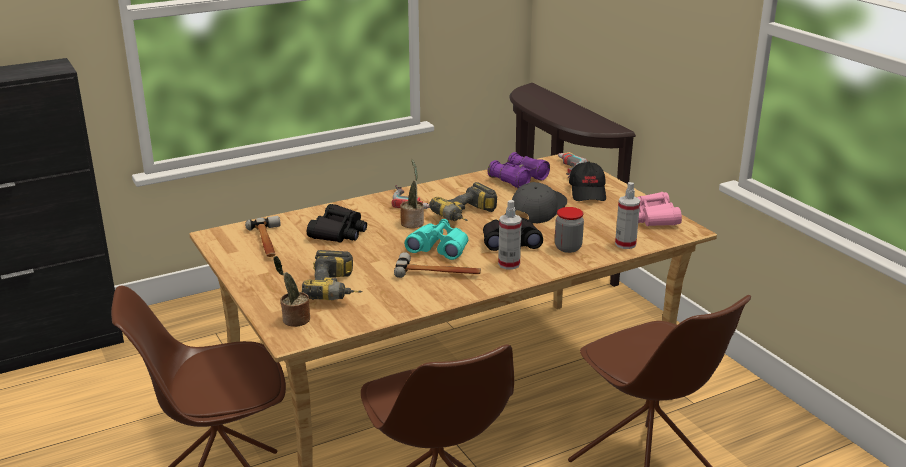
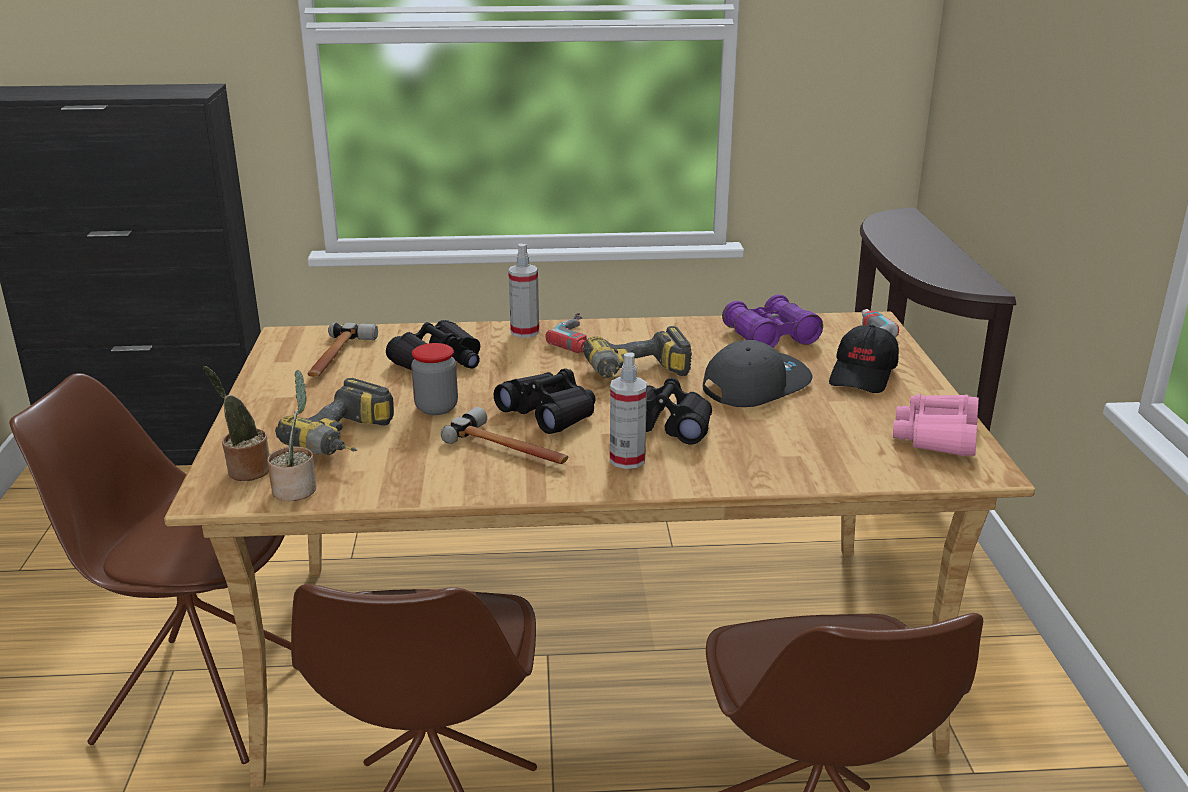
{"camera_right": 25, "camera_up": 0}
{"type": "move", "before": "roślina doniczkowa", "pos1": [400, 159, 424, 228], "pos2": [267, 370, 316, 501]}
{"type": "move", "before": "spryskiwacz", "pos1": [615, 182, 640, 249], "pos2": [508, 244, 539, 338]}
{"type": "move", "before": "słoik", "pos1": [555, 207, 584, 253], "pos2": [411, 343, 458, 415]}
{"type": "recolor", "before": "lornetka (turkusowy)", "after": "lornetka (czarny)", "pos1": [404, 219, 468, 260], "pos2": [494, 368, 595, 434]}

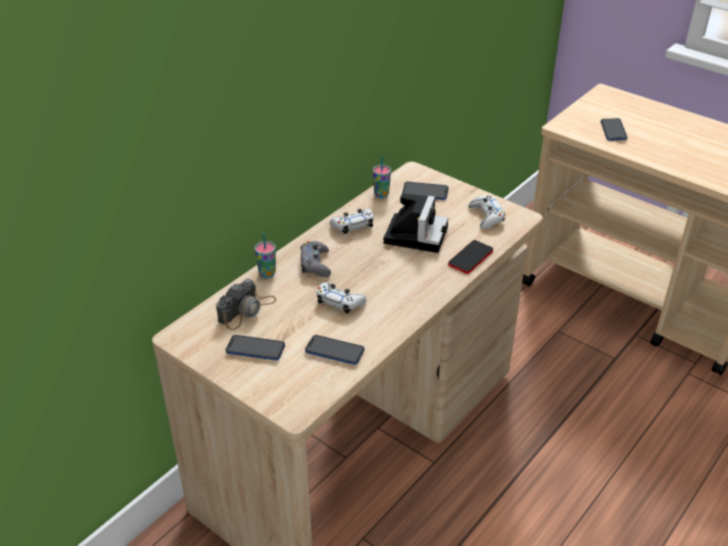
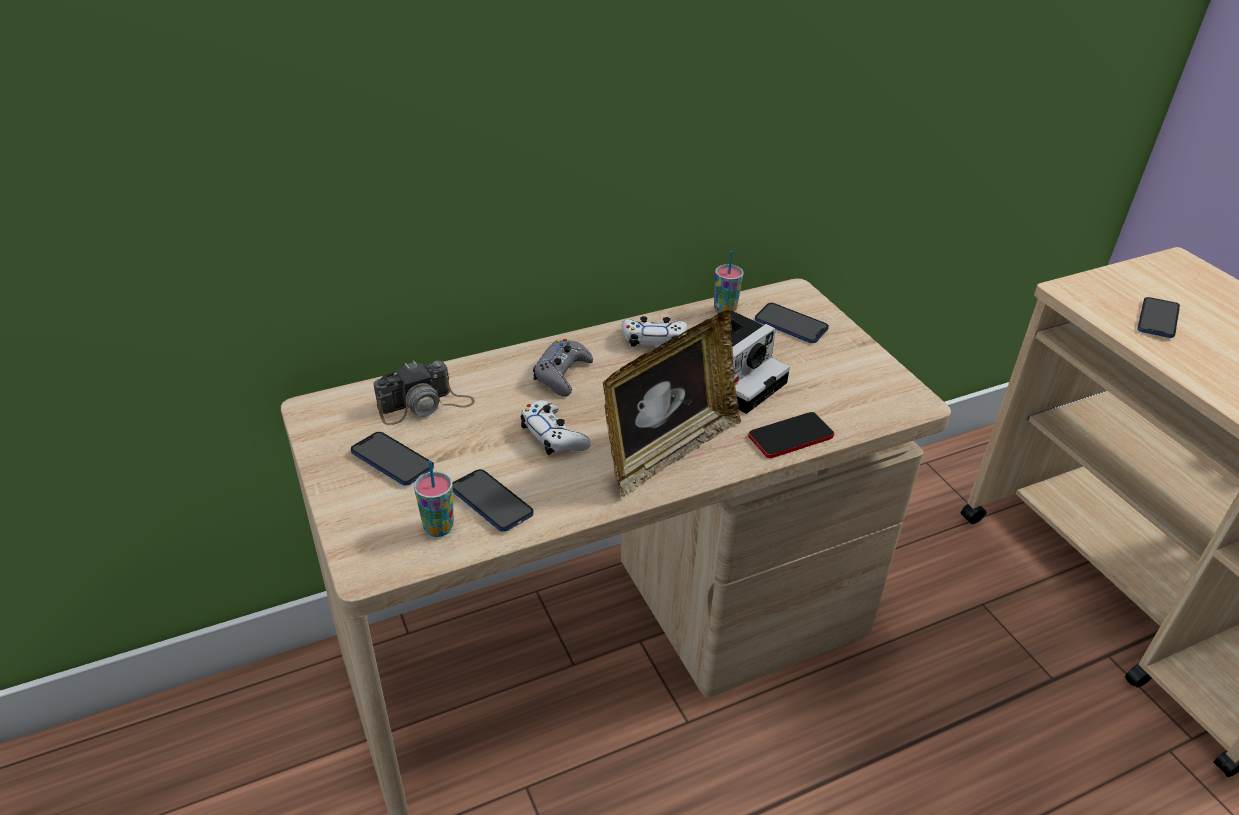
{"camera_right": 25, "camera_up": 0}
{"type": "delete", "before": "pad do gier (biały)", "pos1": [469, 196, 505, 229]}
{"type": "move", "before": "filiżanka", "pos1": [255, 233, 276, 278], "pos2": [414, 460, 454, 537]}
{"type": "insert", "after": "ramka na zdjęcie", "pos2": [603, 310, 741, 497]}

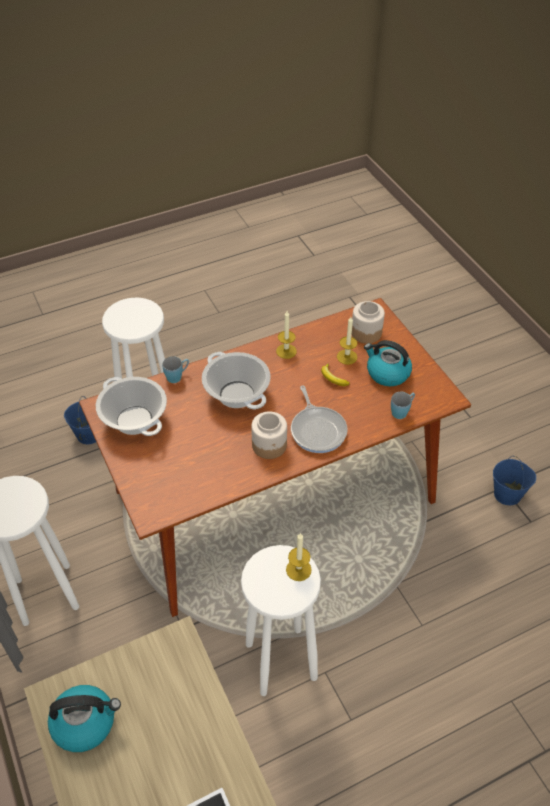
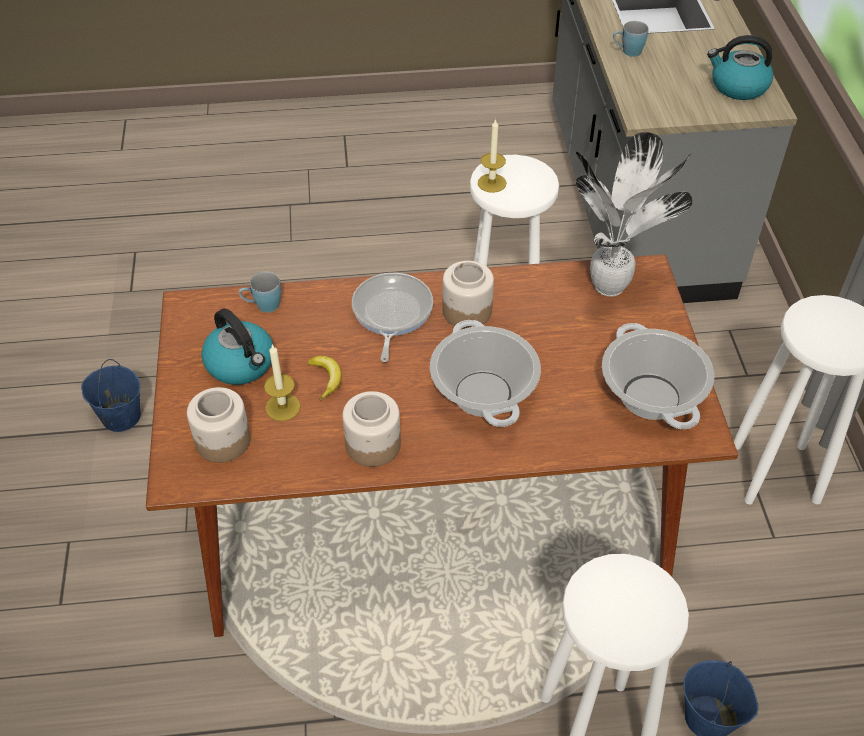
{"camera_right": -160, "camera_up": 0}
{"type": "replace", "before": "świeca", "after": "słoik", "pos1": [276, 311, 297, 359], "pos2": [343, 391, 401, 467]}
{"type": "move", "before": "kubek (niebieski)", "pos1": [162, 356, 189, 383], "pos2": [613, 21, 648, 57]}
{"type": "insert", "after": "roślina doniczkowa", "pos2": [576, 132, 693, 297]}

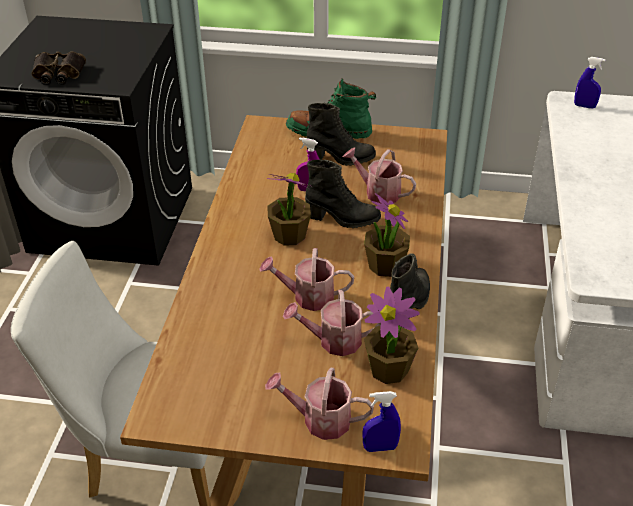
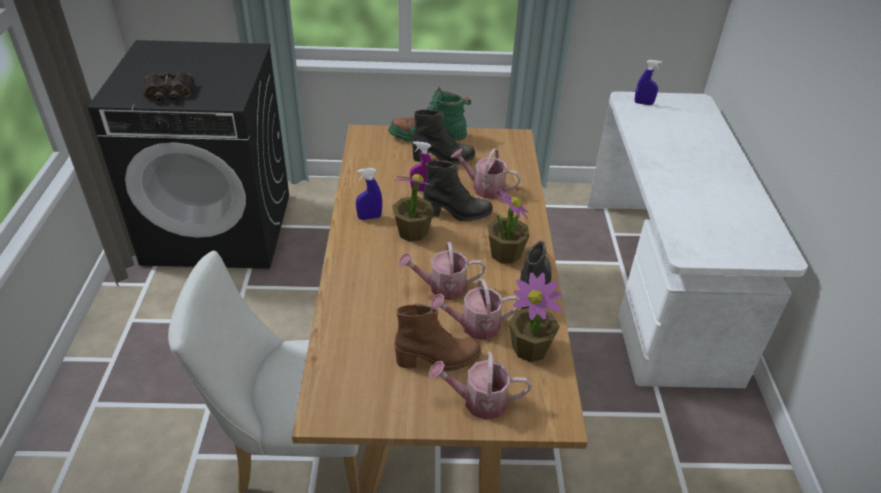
{"camera_right": -10, "camera_up": 0}
{"type": "move", "before": "spryskiwacz (niebieski)", "pos1": [362, 391, 401, 452], "pos2": [356, 168, 382, 220]}
{"type": "insert", "after": "but z cholewką (brązowy)", "pos2": [394, 303, 481, 371]}

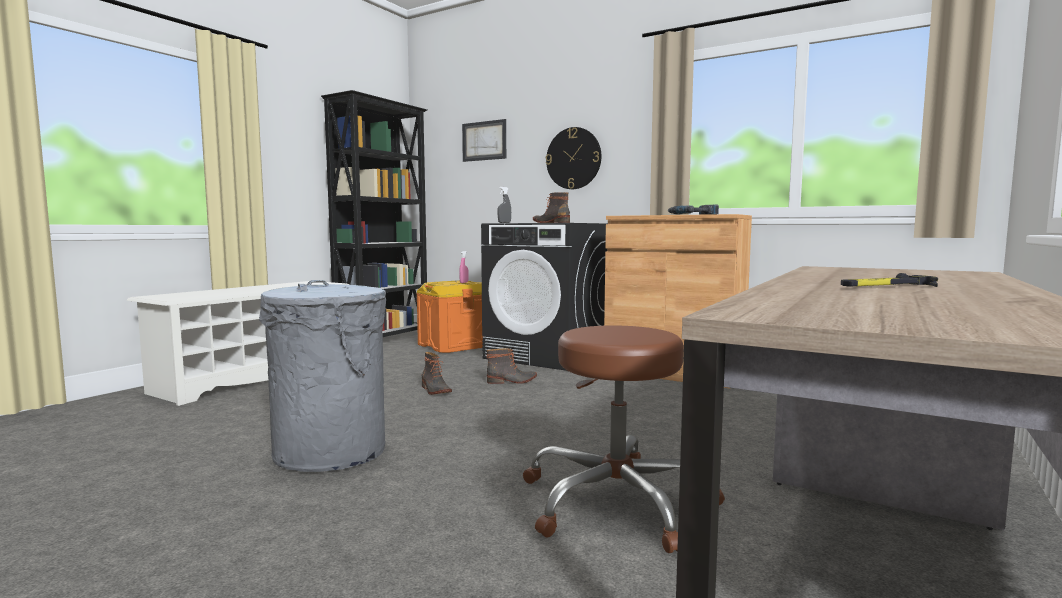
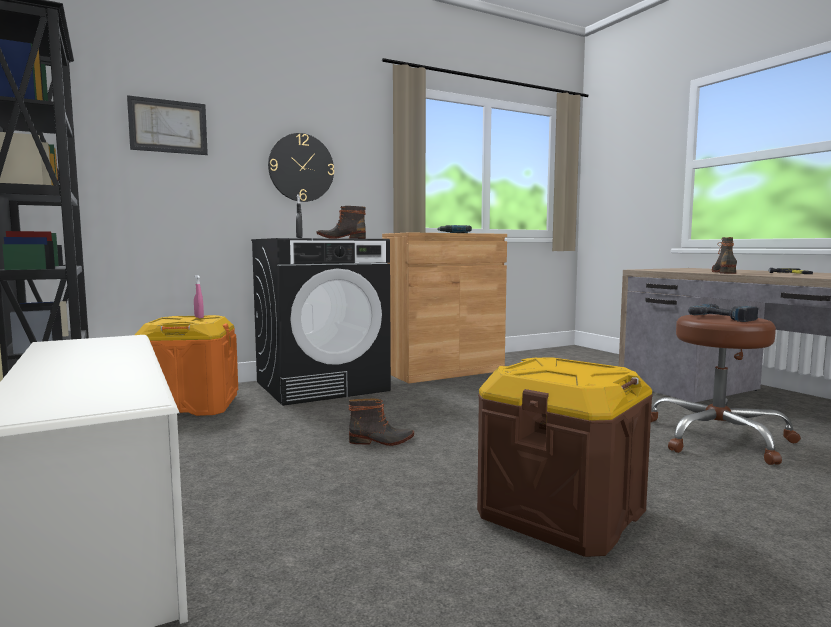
{"camera_right": -60, "camera_up": 0}
{"type": "replace", "before": "kosz na śmieci (szary)", "after": "pojemnik do przechowywania (brązowy)", "pos1": [259, 280, 386, 472], "pos2": [477, 357, 653, 557]}
{"type": "move", "before": "but z cholewką", "pos1": [487, 348, 537, 384], "pos2": [712, 237, 737, 274]}
{"type": "insert", "after": "wiertarka", "pos2": [688, 304, 759, 322]}

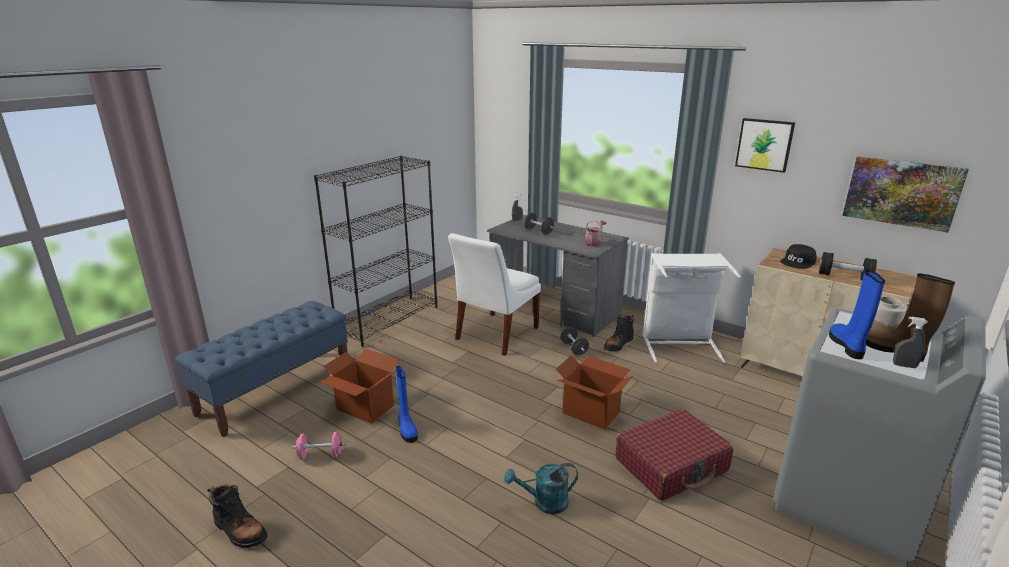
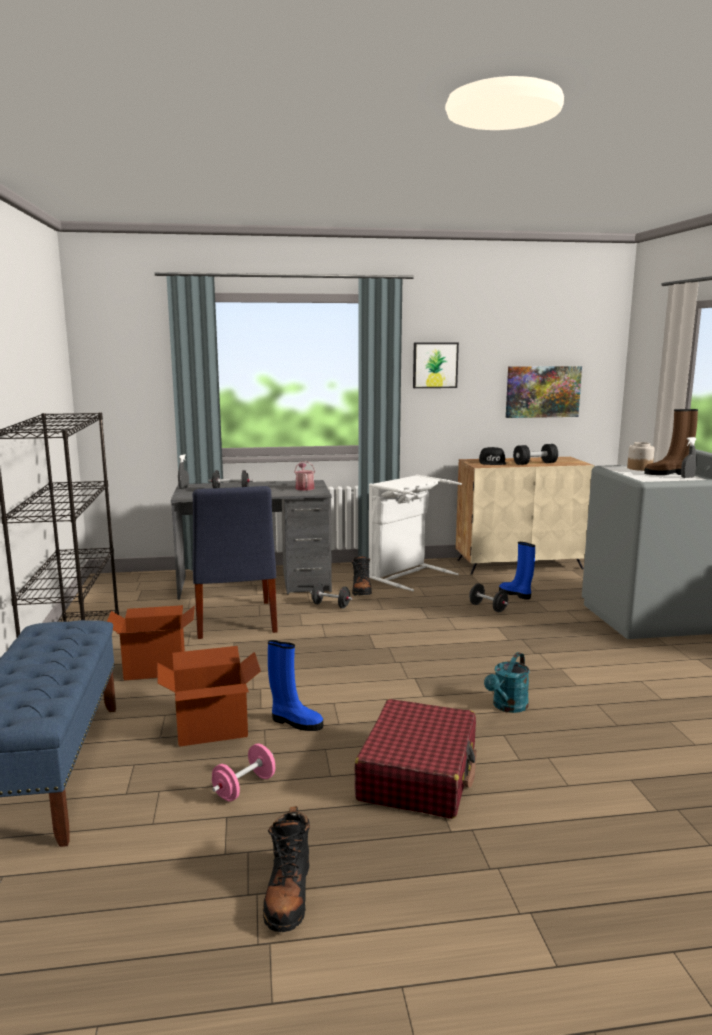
{"camera_right": -45, "camera_up": -10}
{"type": "recolor", "before": "krzesło (biały)", "after": "krzesło (niebieski)", "pos1": [448, 233, 541, 356], "pos2": [193, 486, 278, 639]}
{"type": "move", "before": "but z cholewką (niebieski)", "pos1": [829, 270, 885, 359], "pos2": [499, 542, 535, 600]}
{"type": "move", "before": "karton", "pos1": [556, 355, 633, 430], "pos2": [107, 605, 195, 680]}
{"type": "move", "before": "walizka (czerwony)", "pos1": [615, 409, 733, 501], "pos2": [355, 699, 476, 819]}
{"type": "rotate", "before": "but z cholewką (czarny)", "pos1": [208, 485, 268, 548], "pos2": [263, 806, 310, 932], "turn": 105}
{"type": "insert", "after": "hantel (czarny)", "pos2": [469, 583, 509, 612]}

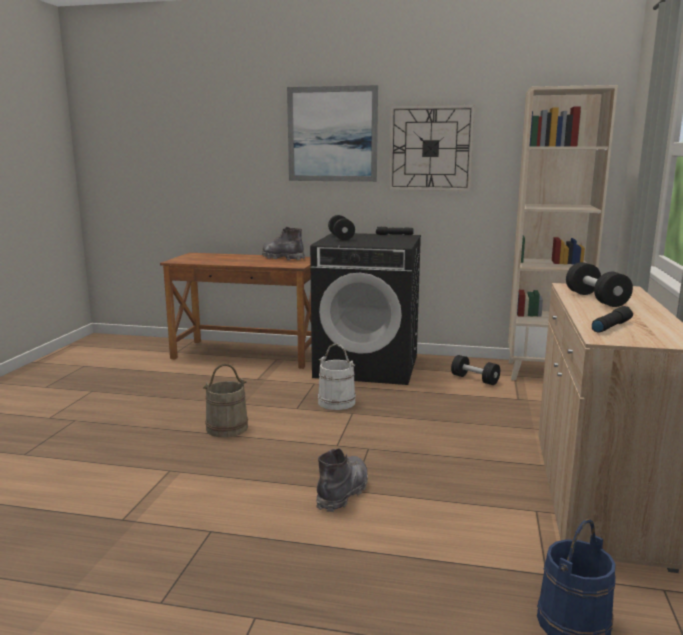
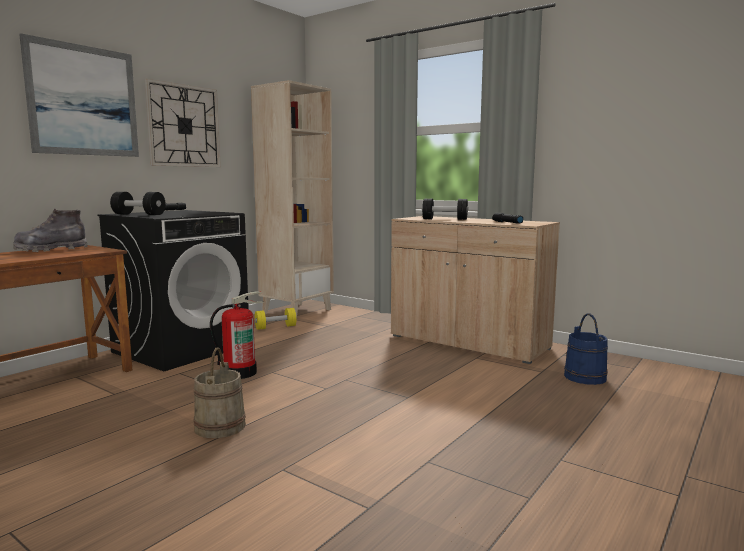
{"camera_right": -65, "camera_up": -5}
{"type": "replace", "before": "wiadro (biały)", "after": "gaśnica", "pos1": [318, 343, 356, 410], "pos2": [210, 291, 263, 379]}
{"type": "recolor", "before": "hantel (czarny)", "after": "hantel (żółty)", "pos1": [451, 355, 500, 385], "pos2": [255, 308, 296, 330]}
{"type": "delete", "before": "but z cholewką (szary)", "pos1": [316, 448, 368, 512]}

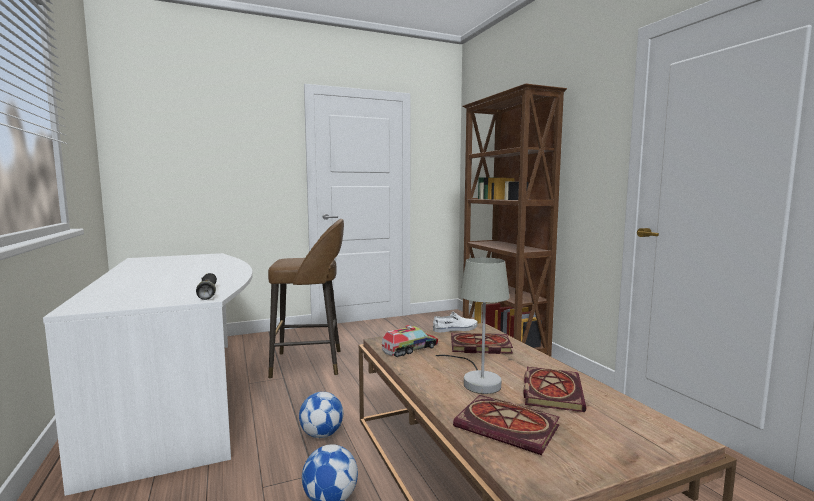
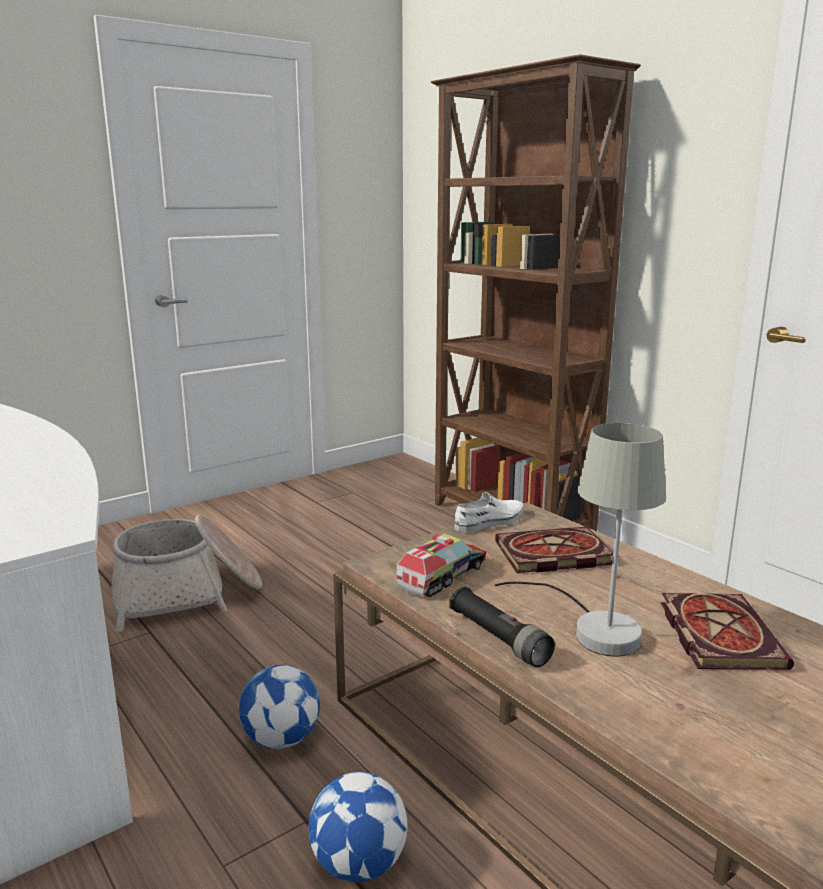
{"camera_right": -15, "camera_up": 10}
{"type": "replace", "before": "stołek (brązowy)", "after": "koszyk", "pos1": [268, 219, 344, 379], "pos2": [112, 515, 262, 632]}
{"type": "move", "before": "latarka (czarny)", "pos1": [196, 273, 217, 300], "pos2": [449, 587, 555, 667]}
{"type": "delete", "before": "książka", "pos1": [453, 395, 560, 455]}

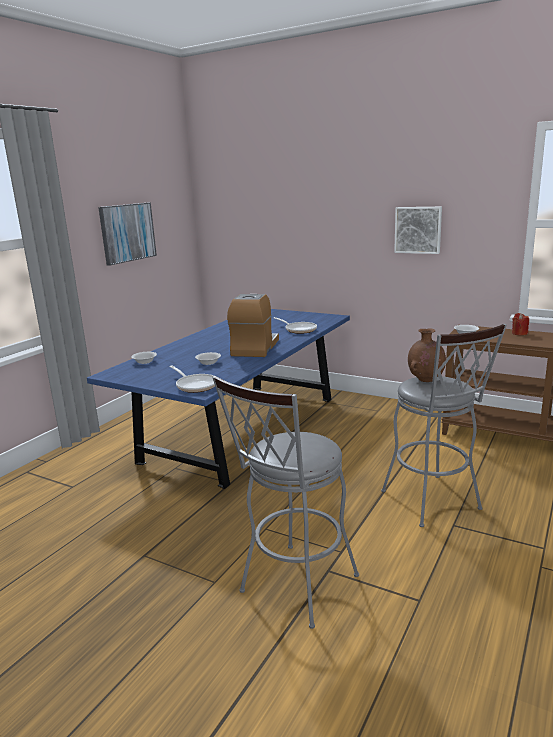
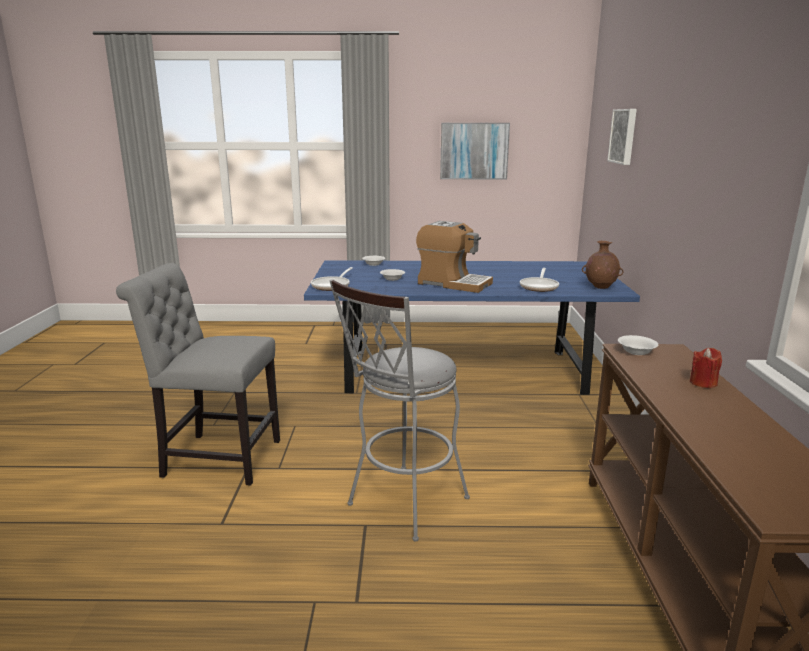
{"camera_right": 60, "camera_up": 0}
{"type": "move", "before": "obraz", "pos1": [394, 207, 442, 254], "pos2": [607, 109, 637, 165]}
{"type": "rotate", "before": "ekspres do kawy", "pos1": [227, 294, 279, 357], "pos2": [416, 221, 493, 293], "turn": 45}
{"type": "move", "before": "wazon (brązowy)", "pos1": [408, 328, 446, 382], "pos2": [582, 241, 623, 289]}
{"type": "replace", "before": "stołek (szary)", "after": "krzesło (szary)", "pos1": [212, 376, 359, 629], "pos2": [116, 263, 280, 486]}

